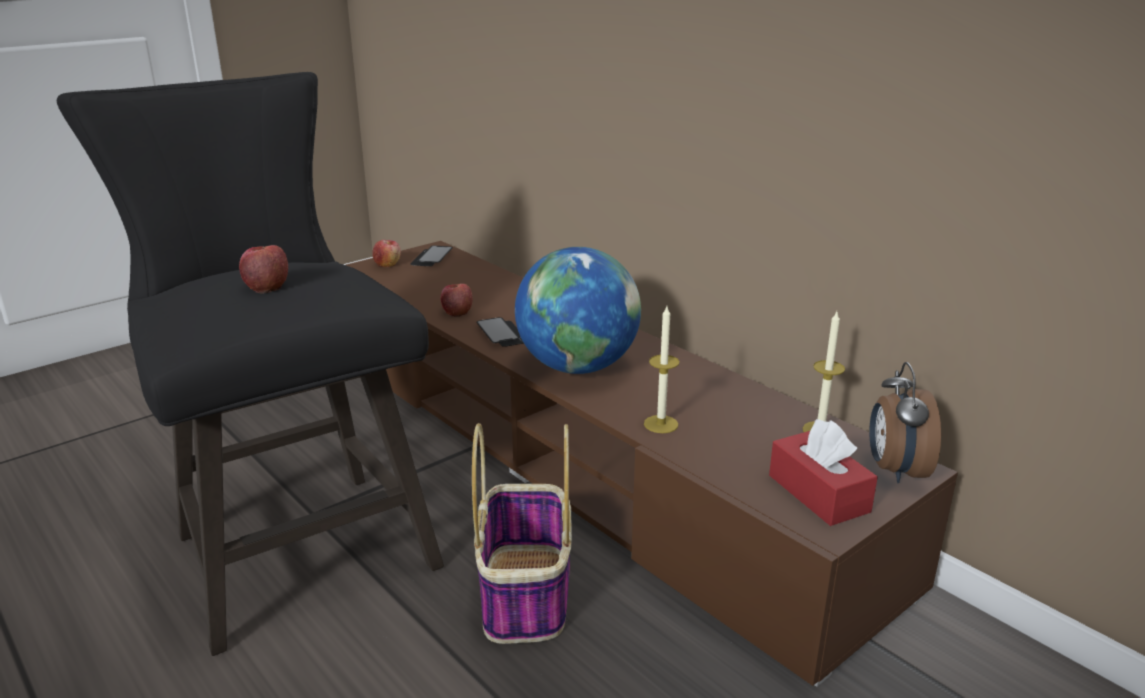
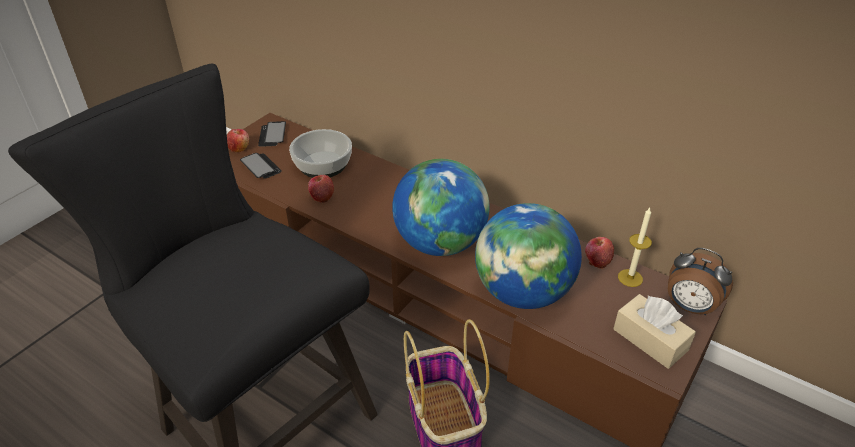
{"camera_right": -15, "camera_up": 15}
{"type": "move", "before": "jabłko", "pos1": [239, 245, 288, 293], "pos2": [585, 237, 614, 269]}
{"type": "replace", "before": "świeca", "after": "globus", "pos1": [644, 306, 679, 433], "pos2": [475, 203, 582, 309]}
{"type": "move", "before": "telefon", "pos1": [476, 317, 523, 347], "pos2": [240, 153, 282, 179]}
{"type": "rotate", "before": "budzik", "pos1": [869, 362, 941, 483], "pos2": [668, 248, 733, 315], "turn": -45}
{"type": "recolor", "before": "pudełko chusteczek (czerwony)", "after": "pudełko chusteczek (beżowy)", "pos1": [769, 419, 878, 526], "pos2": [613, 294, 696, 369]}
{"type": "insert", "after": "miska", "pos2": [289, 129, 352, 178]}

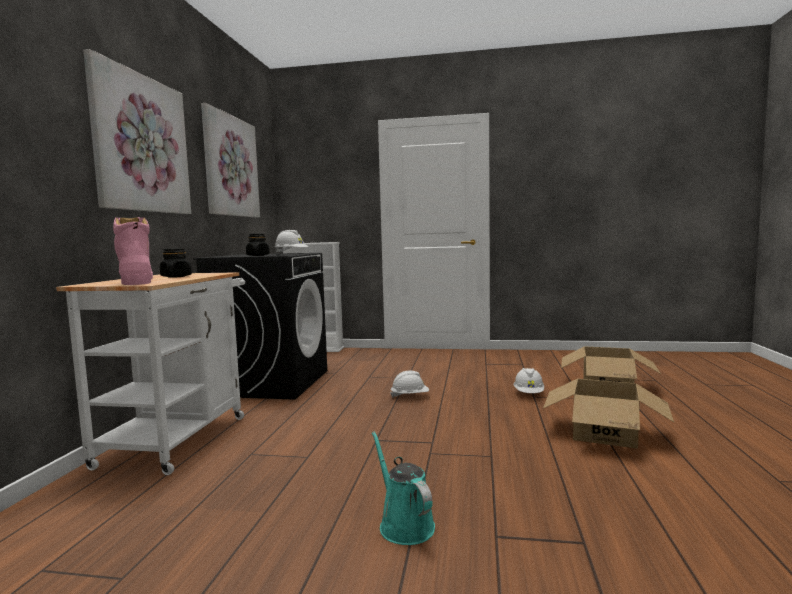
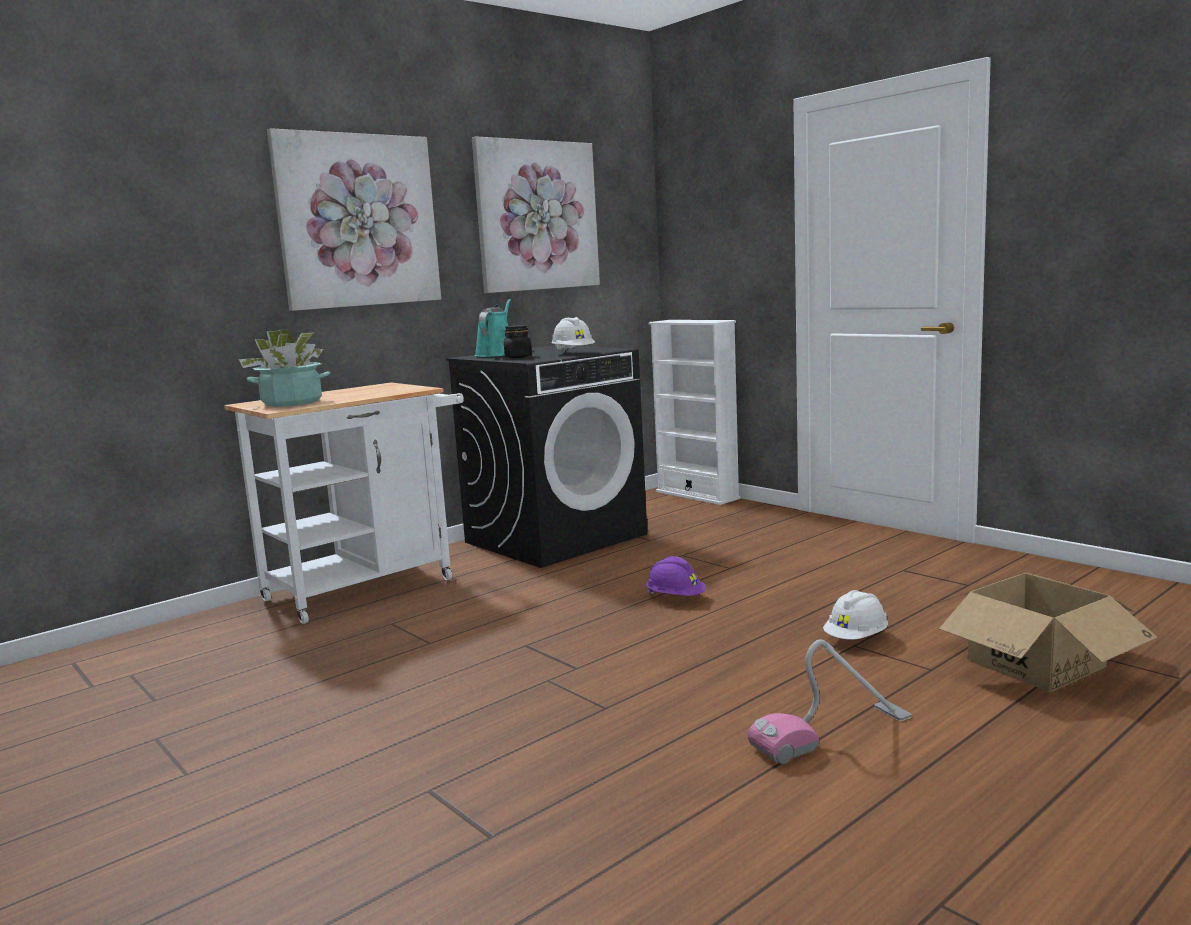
{"camera_right": 40, "camera_up": 5}
{"type": "replace", "before": "but z cholewką (różowy)", "after": "roślina doniczkowa", "pos1": [113, 217, 153, 285], "pos2": [239, 329, 330, 407]}
{"type": "delete", "before": "słoik (czarny)", "pos1": [160, 248, 192, 278]}
{"type": "recolor", "before": "kask (biały)", "after": "kask (fioletowy)", "pos1": [390, 371, 429, 398], "pos2": [646, 556, 706, 596]}
{"type": "replace", "before": "karton", "after": "odkurzacz", "pos1": [543, 379, 674, 448], "pos2": [748, 639, 912, 764]}
{"type": "move", "before": "konewka (turkusowy)", "pos1": [372, 431, 435, 545], "pos2": [474, 299, 511, 357]}

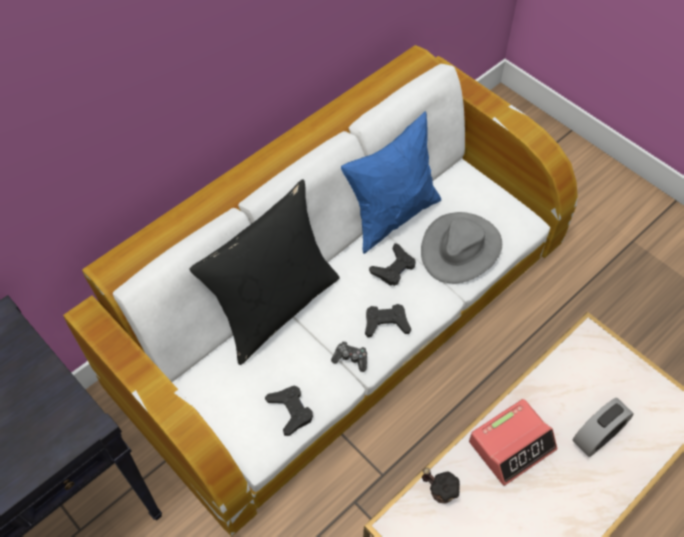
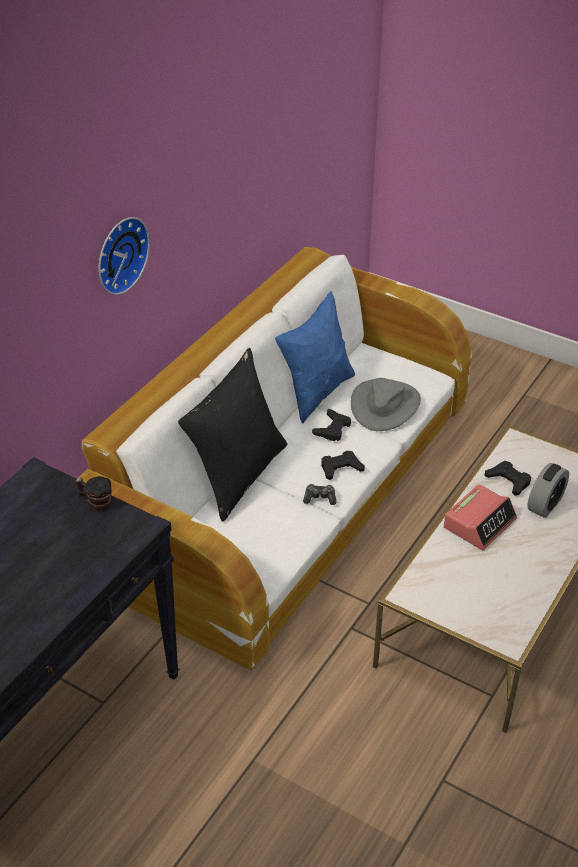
{"camera_right": -15, "camera_up": -15}
{"type": "move", "before": "pad do gier (czarny)", "pos1": [265, 385, 313, 436], "pos2": [484, 461, 531, 496]}
{"type": "move", "before": "kubek", "pos1": [422, 468, 460, 503], "pos2": [75, 476, 112, 511]}
{"type": "insert", "after": "zegar ścienny", "pos2": [99, 217, 150, 295]}

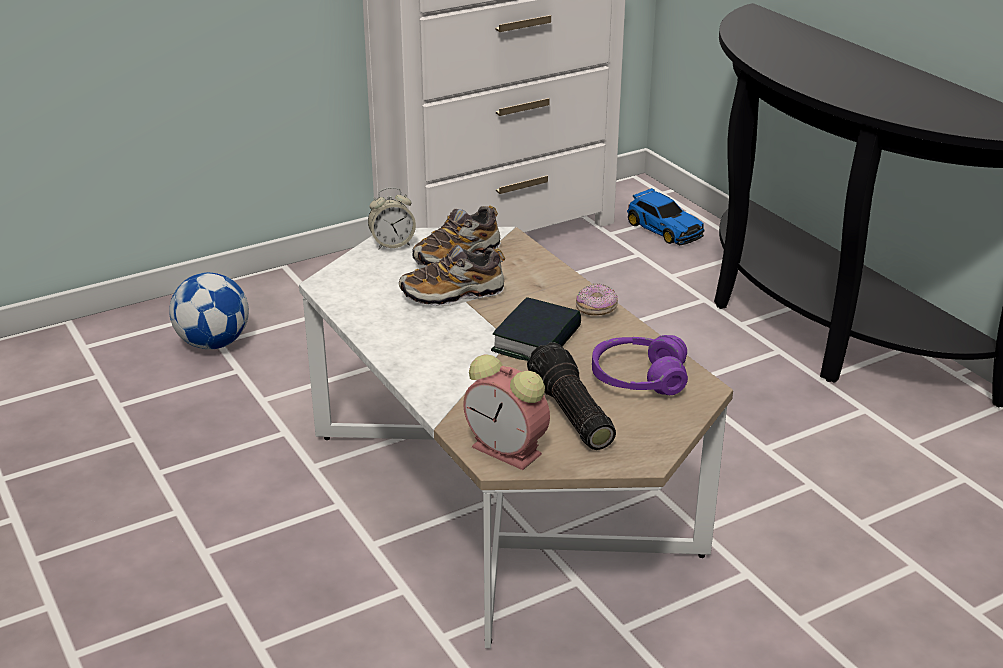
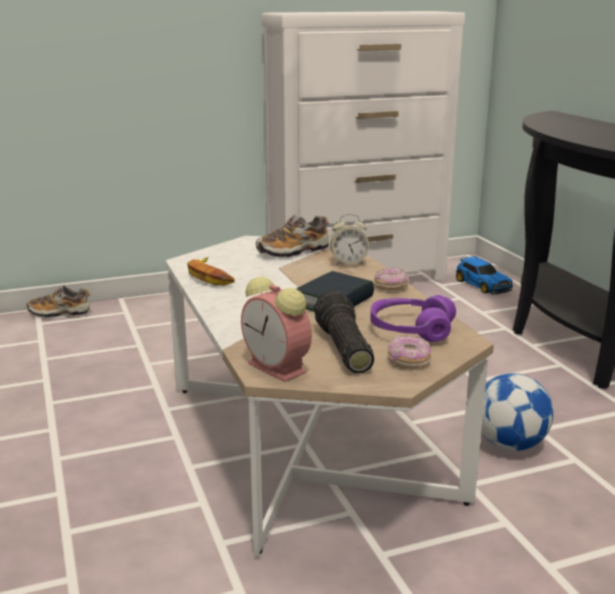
{"camera_right": 10, "camera_up": -10}
{"type": "move", "before": "budzik", "pos1": [368, 187, 416, 250], "pos2": [330, 214, 369, 265]}
{"type": "move", "before": "but", "pos1": [399, 245, 505, 306], "pos2": [27, 285, 90, 319]}
{"type": "move", "before": "piłka futbolowa", "pos1": [169, 272, 249, 350], "pos2": [481, 373, 553, 451]}
{"type": "insert", "after": "banan", "pos2": [187, 257, 235, 286]}
{"type": "insert", "after": "donut", "pos2": [387, 336, 431, 368]}

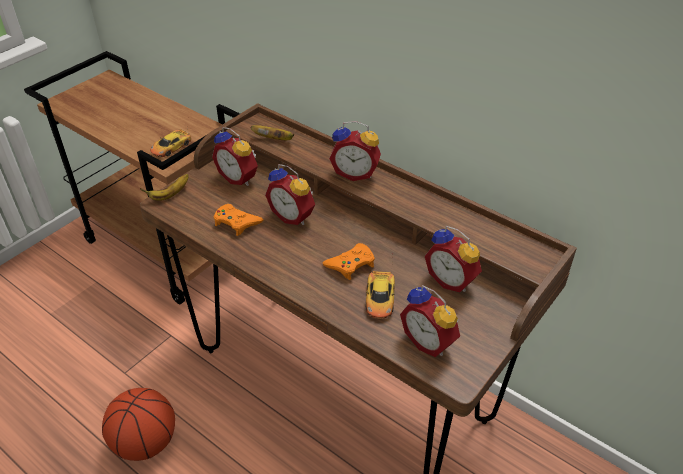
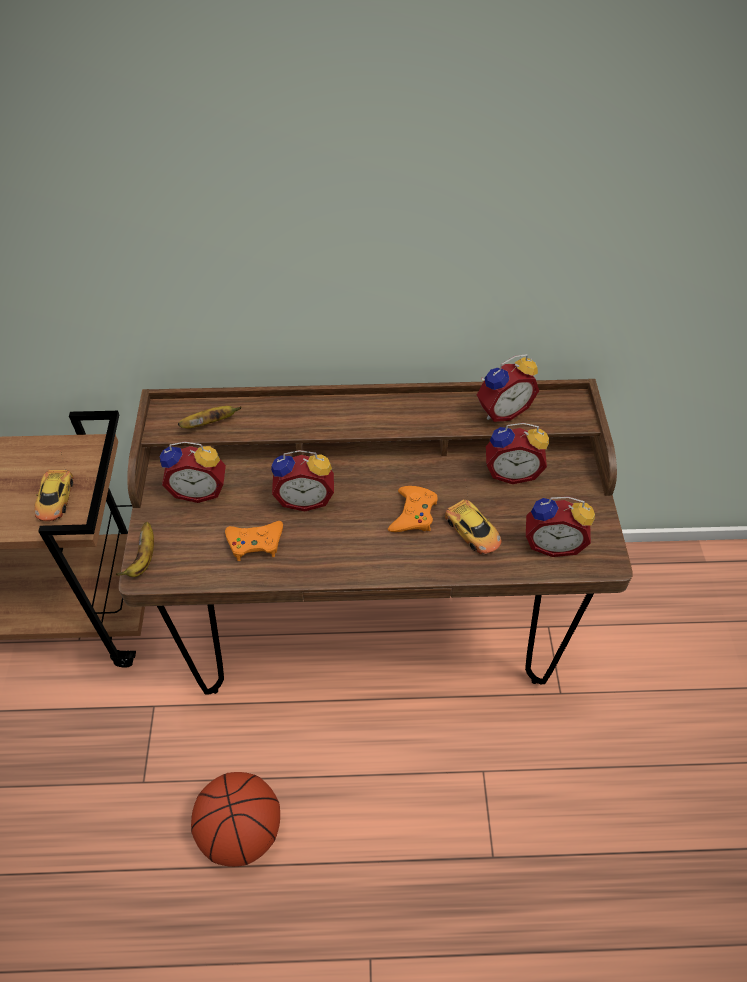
{"camera_right": -40, "camera_up": 10}
{"type": "move", "before": "budzik", "pos1": [329, 121, 381, 181], "pos2": [477, 354, 539, 422]}

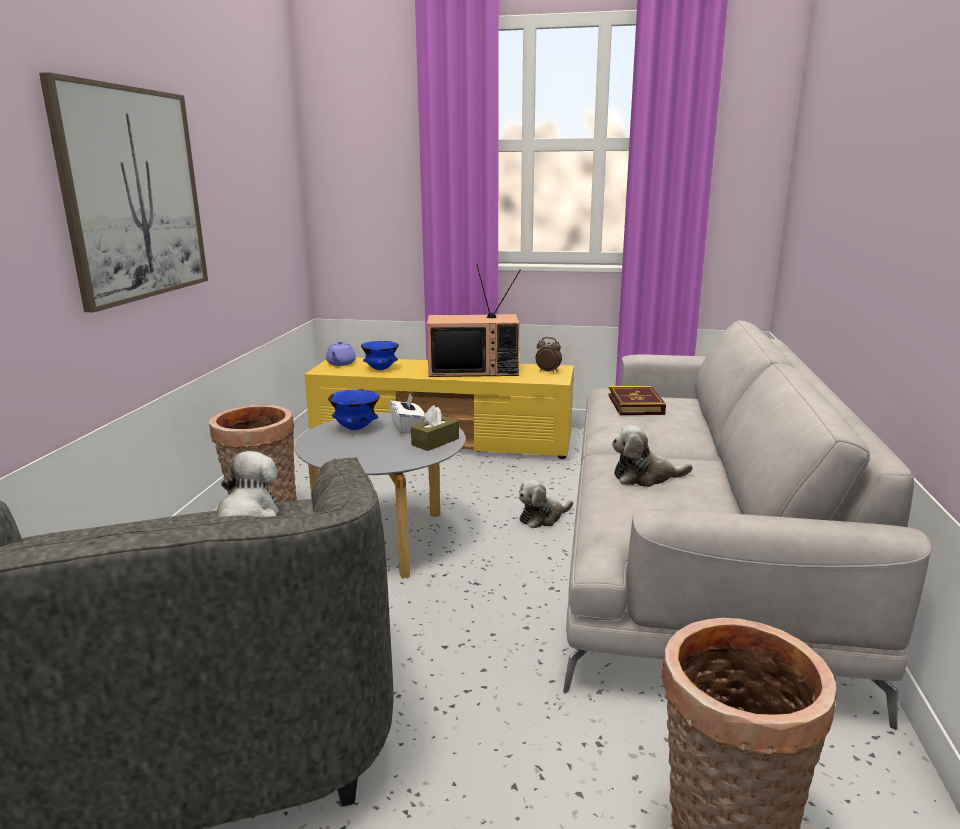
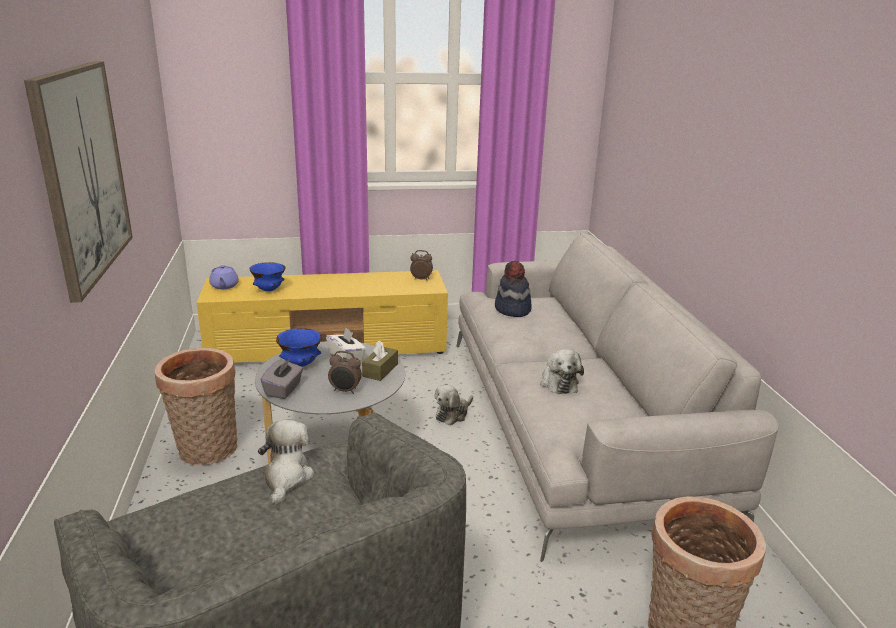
{"camera_right": -20, "camera_up": 5}
{"type": "delete", "before": "telewizor", "pos1": [427, 264, 521, 377]}
{"type": "replace", "before": "książka", "after": "kapelusz", "pos1": [608, 386, 666, 415], "pos2": [495, 261, 532, 317]}
{"type": "rotate", "before": "pluszak", "pos1": [612, 425, 693, 487], "pos2": [540, 349, 584, 394], "turn": -75}
{"type": "insert", "after": "budzik", "pos2": [328, 351, 362, 394]}
{"type": "insert", "after": "pudełko chusteczek (szary)", "pos2": [261, 358, 303, 399]}

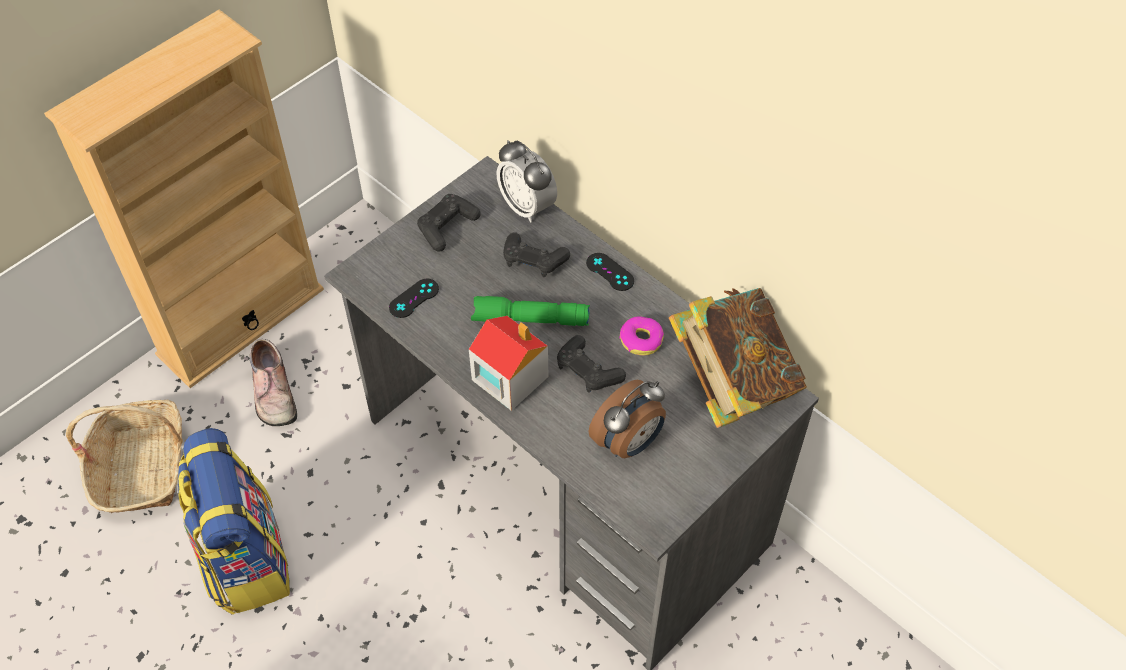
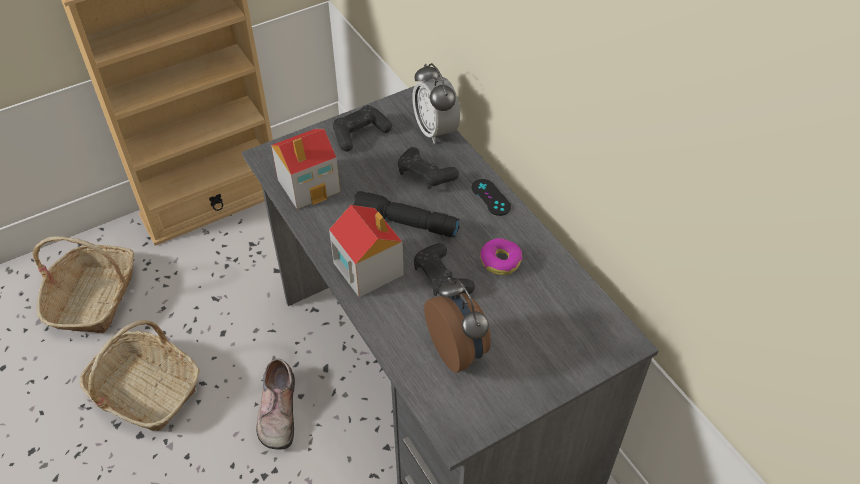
{"camera_right": 15, "camera_up": -5}
{"type": "replace", "before": "pad do gier (czarny)", "after": "domek", "pos1": [389, 279, 439, 318], "pos2": [271, 129, 340, 209]}
{"type": "delete", "before": "książka", "pos1": [669, 288, 807, 428]}
{"type": "recolor", "before": "latarka (zielony)", "after": "latarka (czarny)", "pos1": [471, 296, 590, 326], "pos2": [353, 191, 460, 238]}
{"type": "move", "before": "but", "pos1": [250, 339, 297, 426], "pos2": [256, 359, 295, 450]}
{"type": "rotate", "before": "budzik", "pos1": [588, 379, 666, 458], "pos2": [424, 277, 491, 373], "turn": -90}
{"type": "replace", "before": "plecak", "after": "koszyk", "pos1": [177, 428, 290, 615], "pos2": [79, 320, 200, 431]}

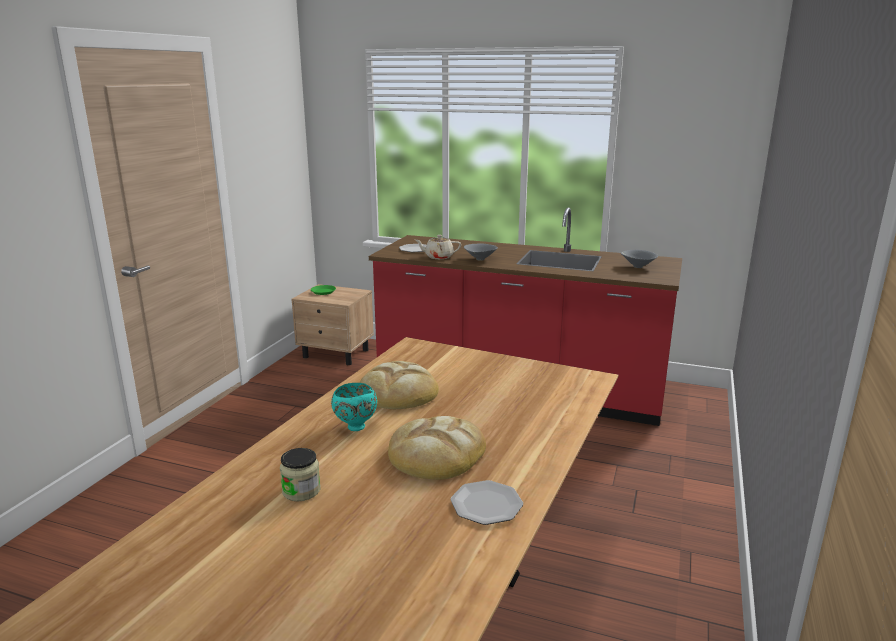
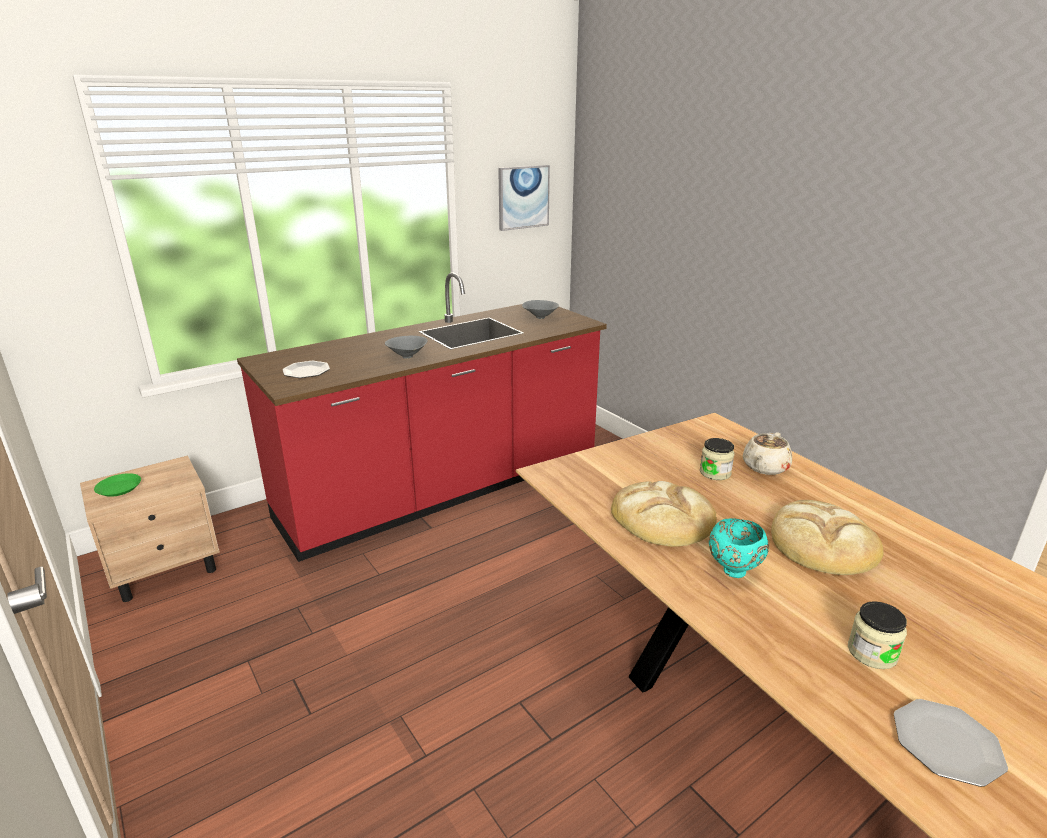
{"camera_right": -55, "camera_up": 5}
{"type": "move", "before": "imbryk (beżowy)", "pos1": [416, 235, 461, 259], "pos2": [743, 433, 792, 475]}
{"type": "move", "before": "talerz", "pos1": [450, 480, 523, 525], "pos2": [894, 699, 1008, 787]}
{"type": "insert", "after": "obraz", "pos2": [498, 165, 550, 231]}
{"type": "insert", "after": "słoik", "pos2": [700, 438, 735, 480]}

